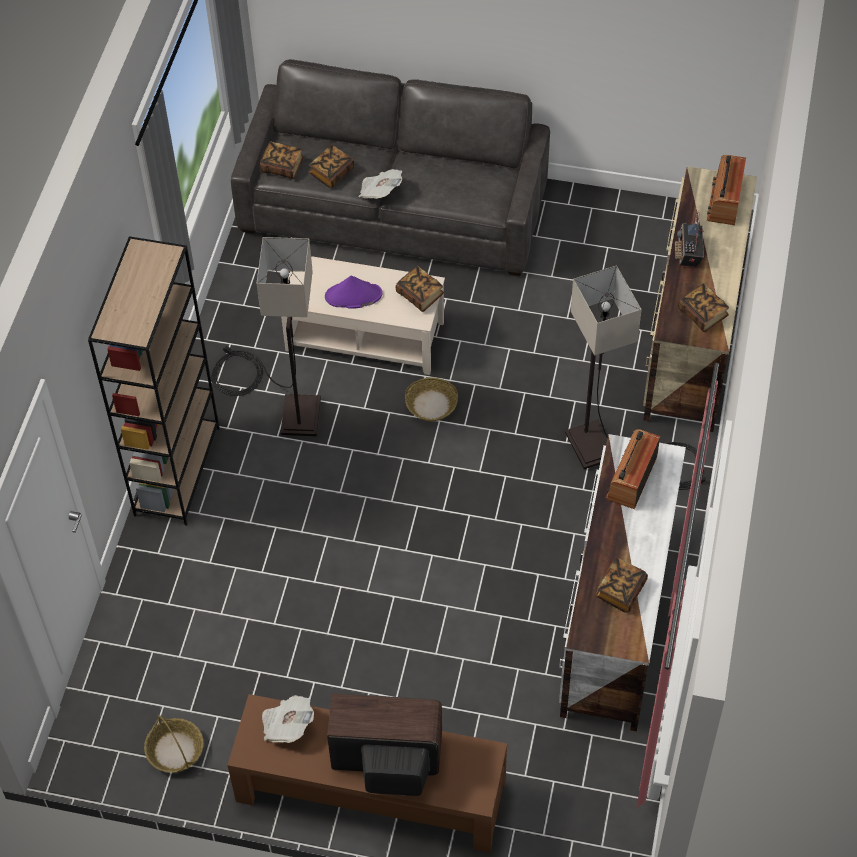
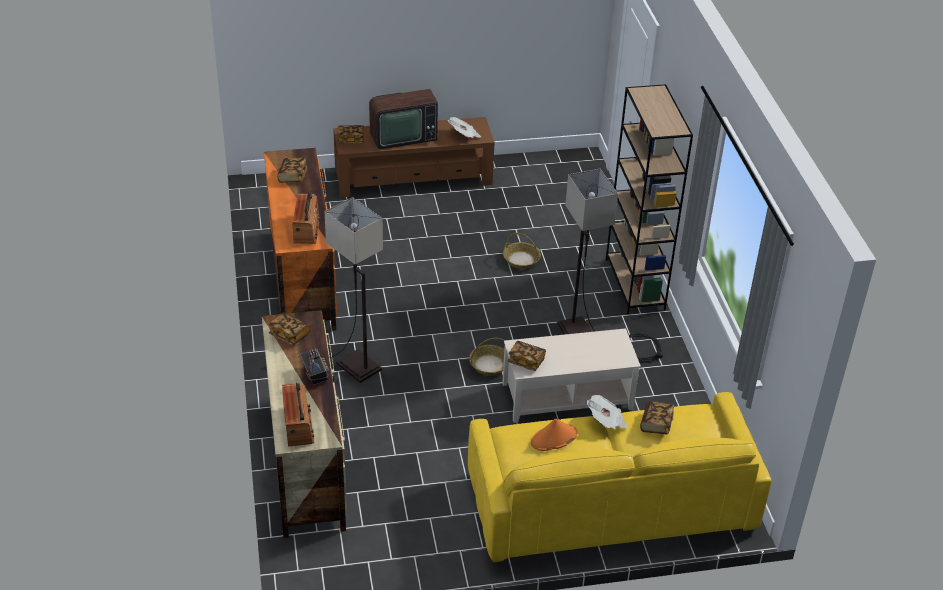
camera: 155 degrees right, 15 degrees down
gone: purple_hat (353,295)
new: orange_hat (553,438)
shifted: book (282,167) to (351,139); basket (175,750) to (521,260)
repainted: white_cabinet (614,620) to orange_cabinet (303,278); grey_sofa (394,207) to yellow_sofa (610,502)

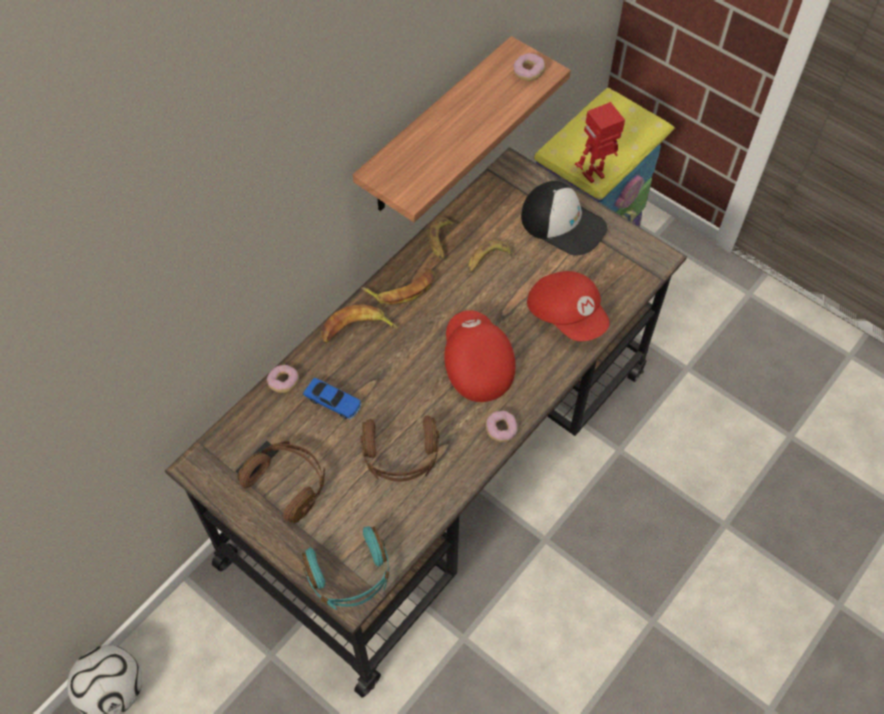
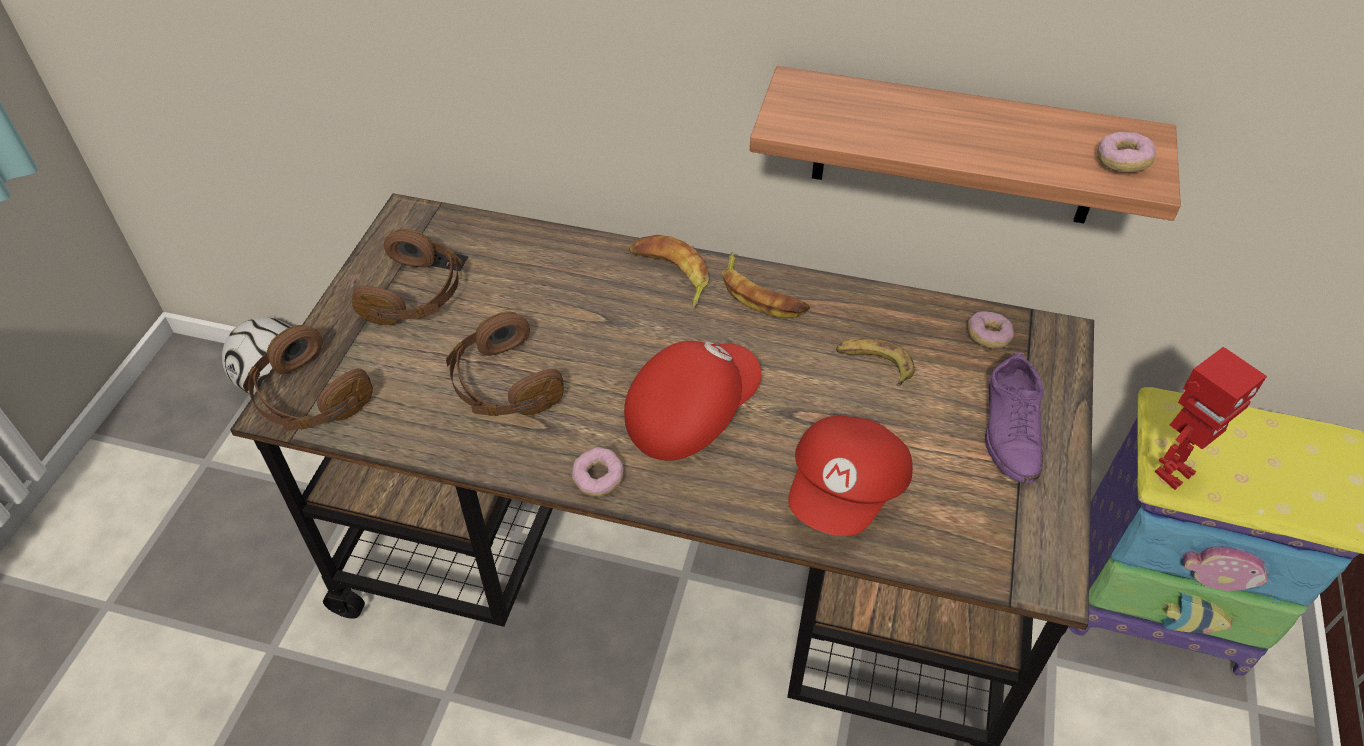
camera: 65 degrees right, 10 degrees down
gone: toy_car (333,402); banana (441,242)
shifted: donut (284,382) to (988,337)
swapped: cap (563,223) to purple_shoe (1011,429)
repainted: turquoise_headphones (350,576) to brown_headphones (308,398)
rotated: toy_robot (594,176) = (1172,472) 105 degrees clockwise

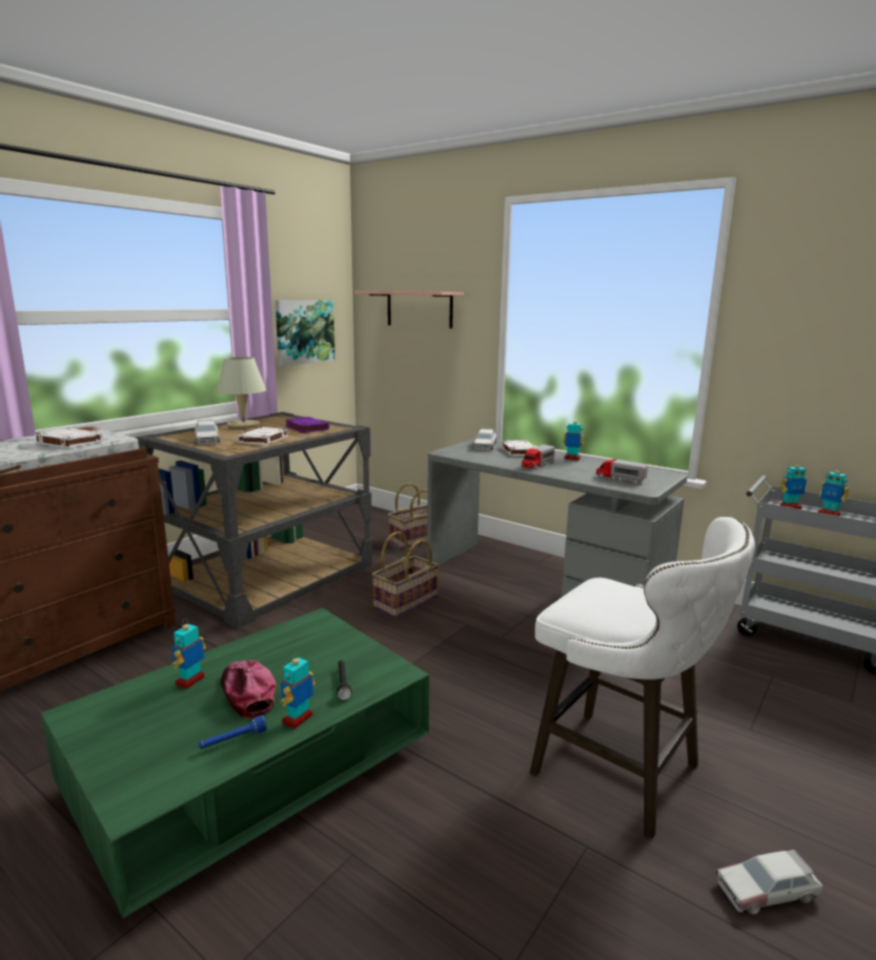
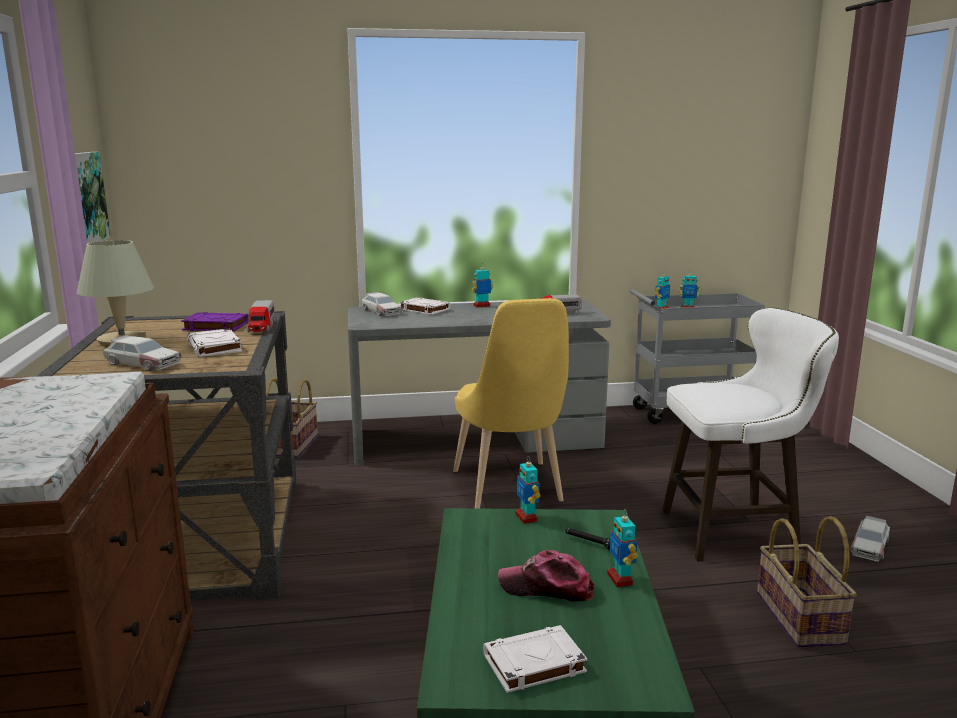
camera: 45 degrees left, 0 degrees up
gone: blue_flashlight (233,740); shelf (419,309)
new: yellow_chair (510,489)
shifted: toy_truck (537,465) to (262,327); white_book (68,442) to (533,664); toy_robot (190,681) to (526,517); basket (406,602) to (801,618)

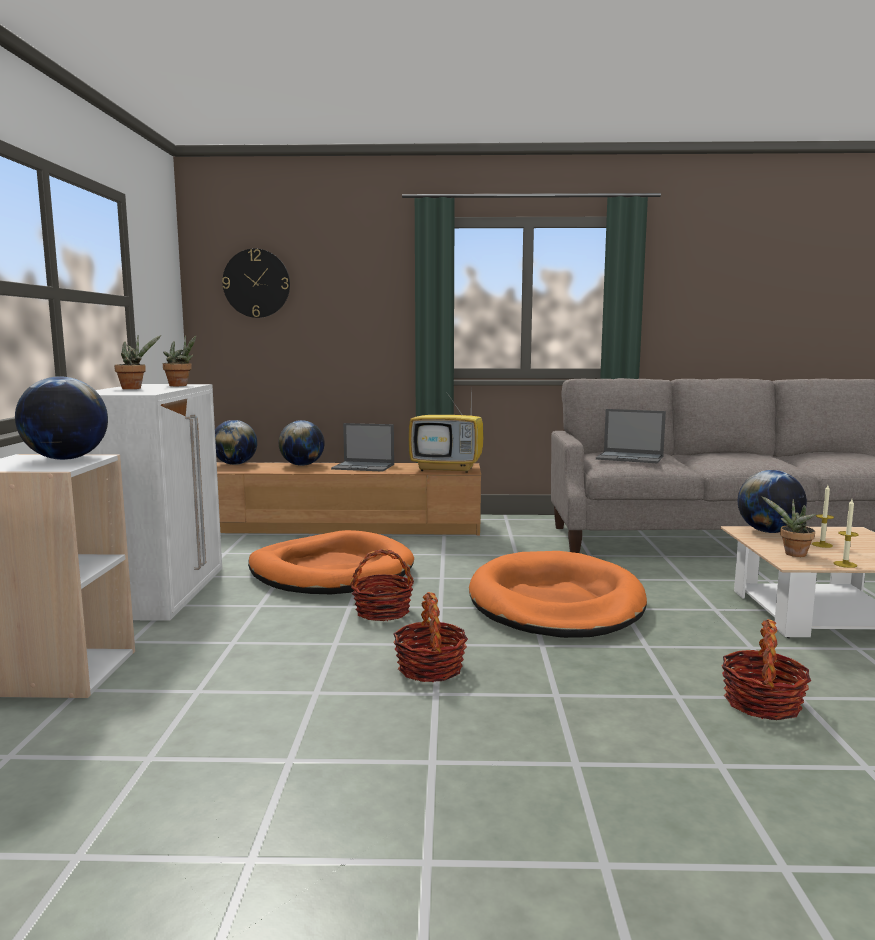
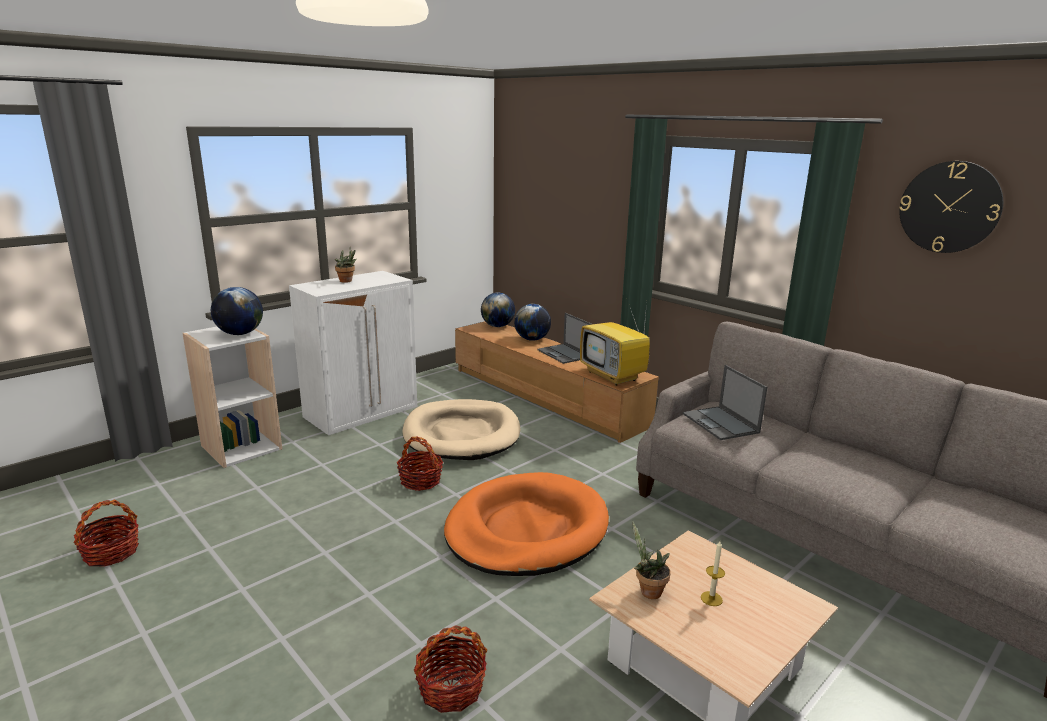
camera: 45 degrees right, 10 degrees up
gone: potted_plant (181,385); globe (769,531); candle (845,564)
shifted: basket (430,668) to (111,553); wall_clock (256,283) to (949,207)
repainted: orange_dog_bed (331,571) to beige_dog_bed (461,434)

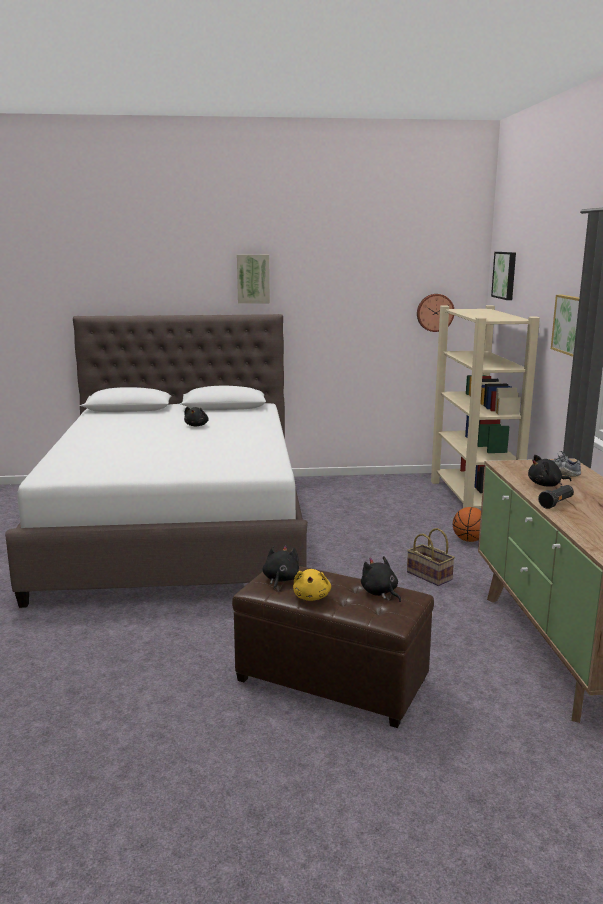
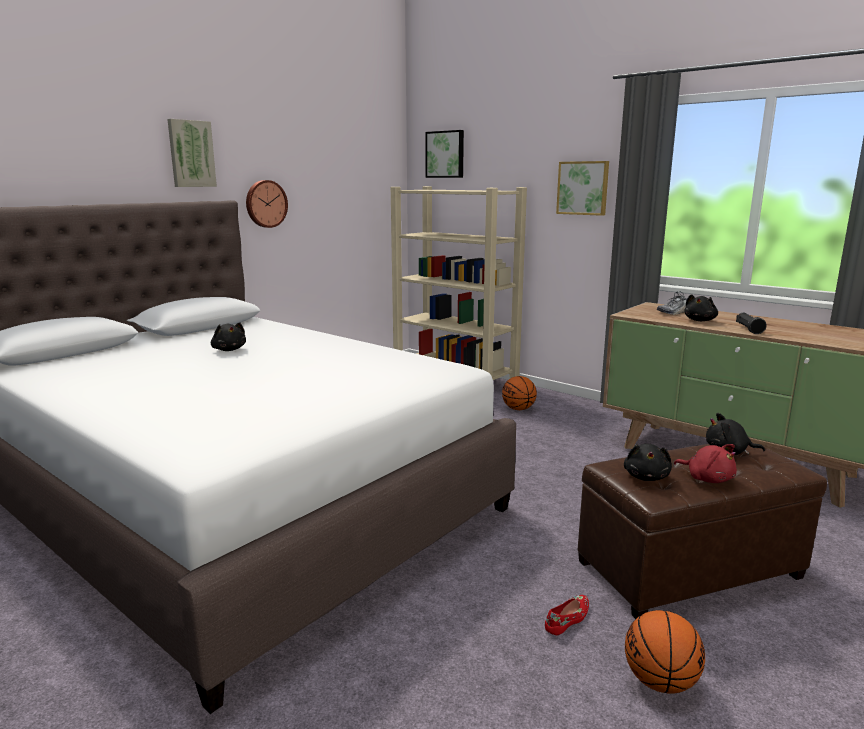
camera: 45 degrees left, 0 degrees up
gone: basket (430,576)
new: red_shoe (568,619); basketball (660,681)
shifted: wall_clock (435,312) to (265,204)
repainted: yellow_plush_toy (312,597) to red_plush_toy (707,479)
rotated: black_plush_toy (280,580) = (646,477) 135 degrees counterclockwise

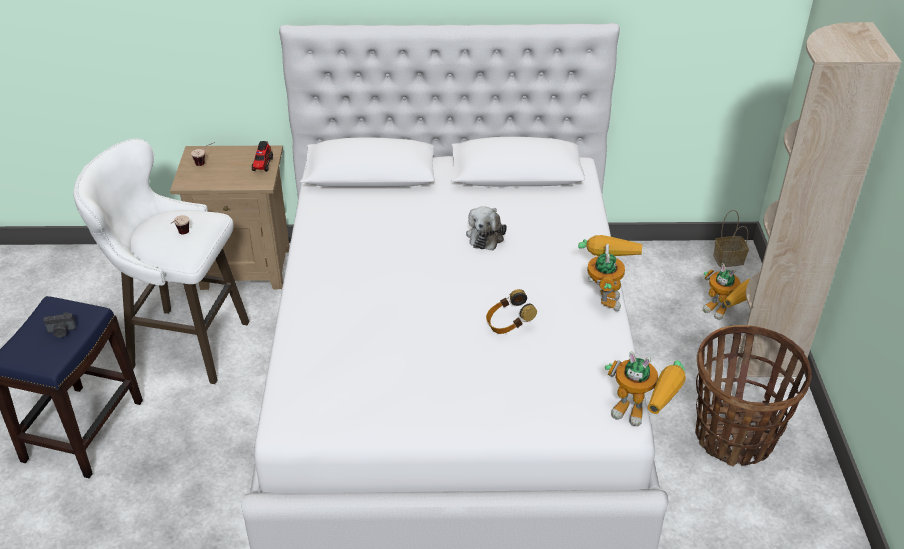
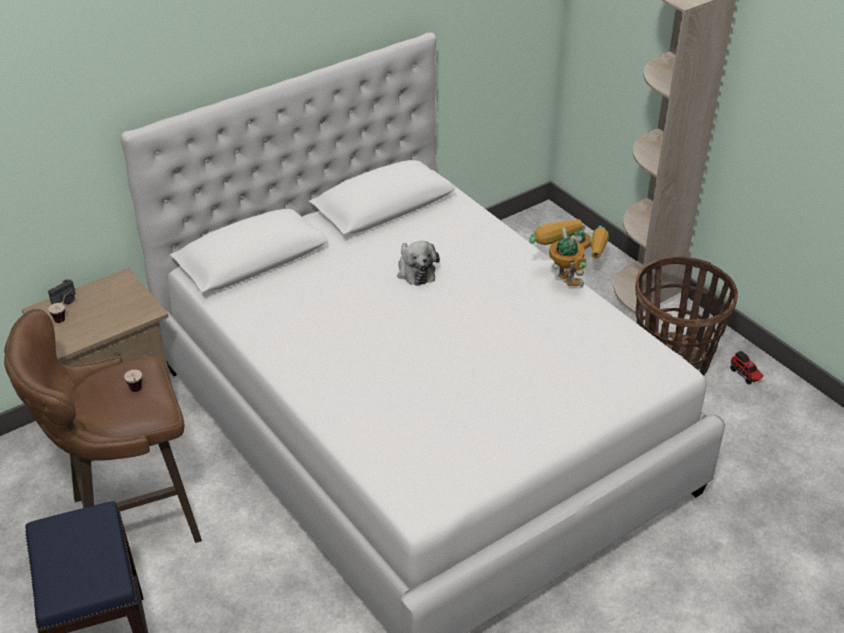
camera: 35 degrees left, 0 degrees up
gone: headphones (508,324); toy_robot (642,415); basket (729,259)
shifted: photo_camera (61,332) to (65,300); toy_truck (262,165) to (745,375)
repainted: white_stool (184,344) to brown_stool (129,521)

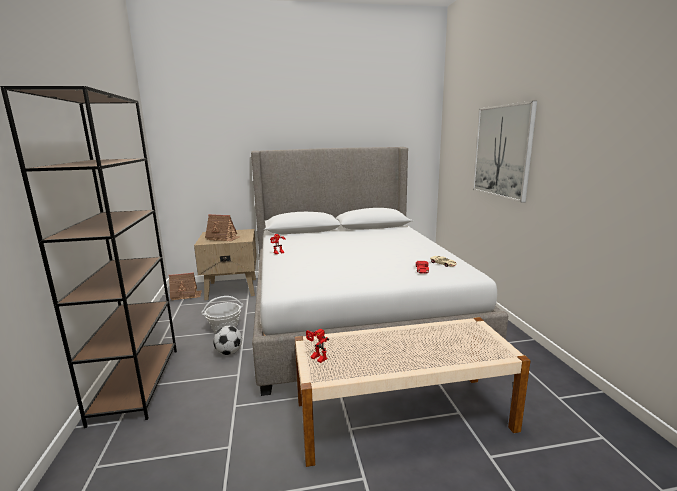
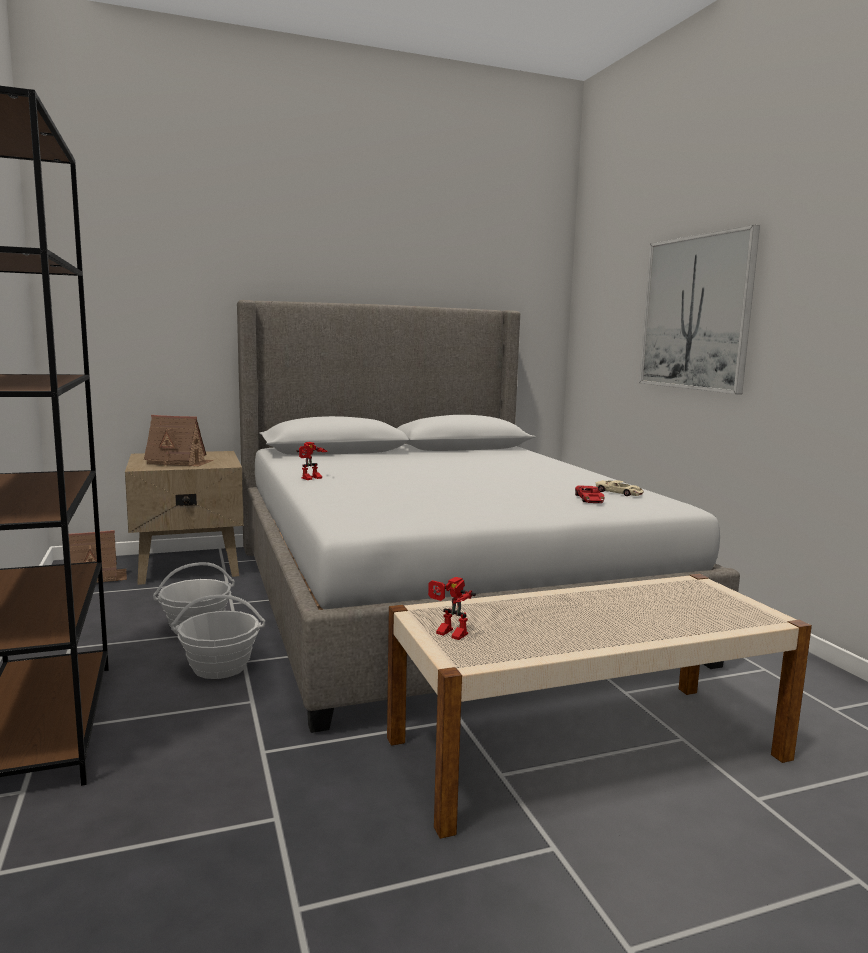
camera: 10 degrees left, 5 degrees down
swapped: football (229,352) to basket (220,667)

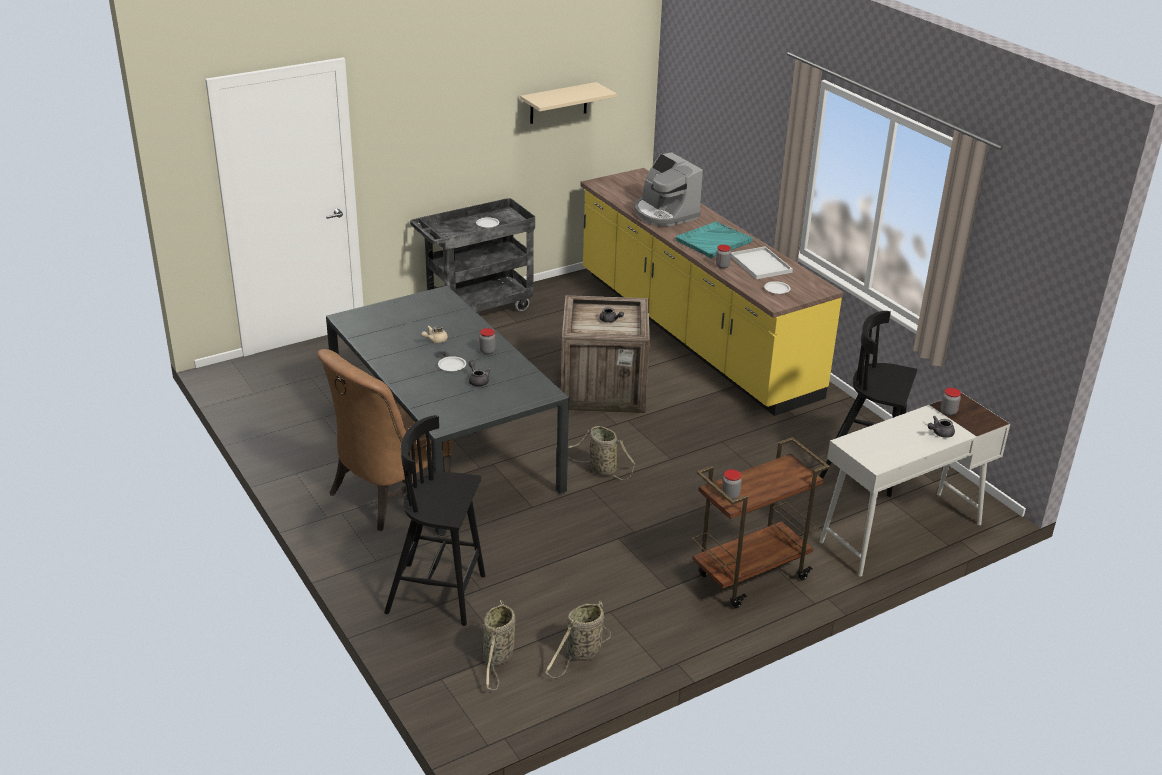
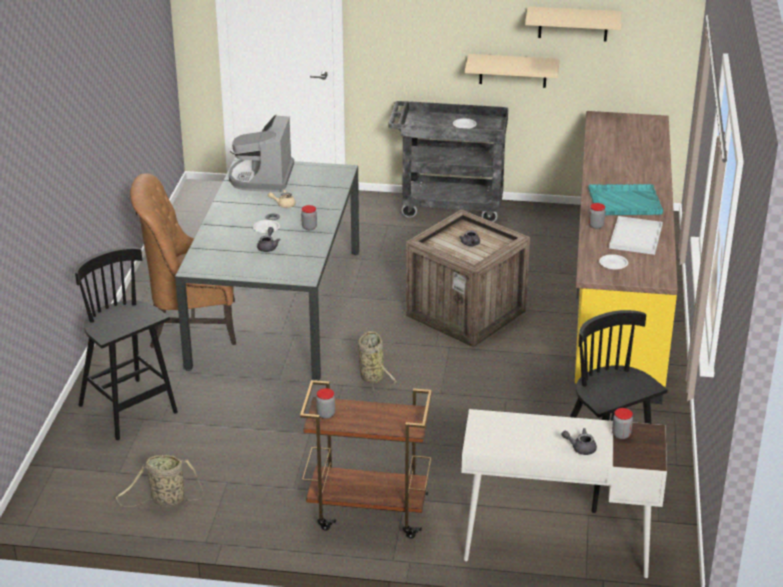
camera: 40 degrees right, 0 degrees up
gone: basket (497,658)
new: beige_shelf (513,70)
shifted: coffee_machine (664,214) to (262,177)

